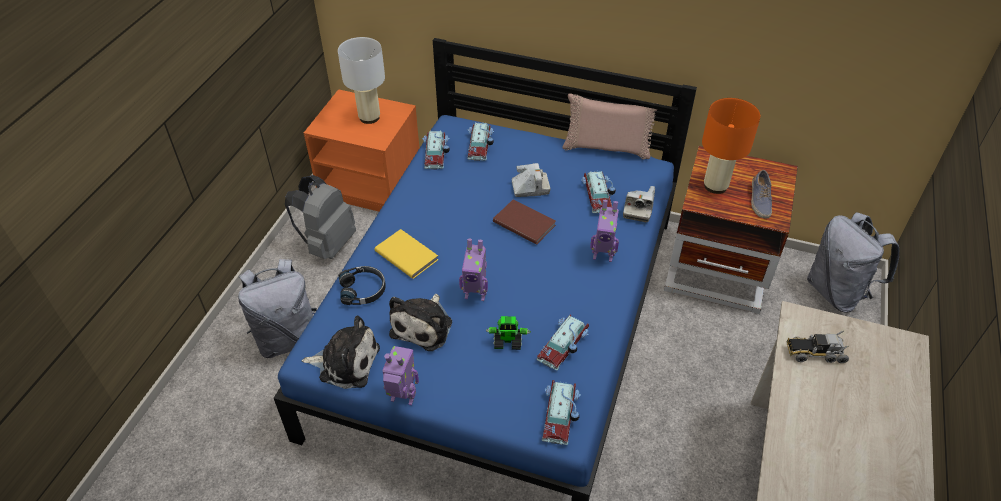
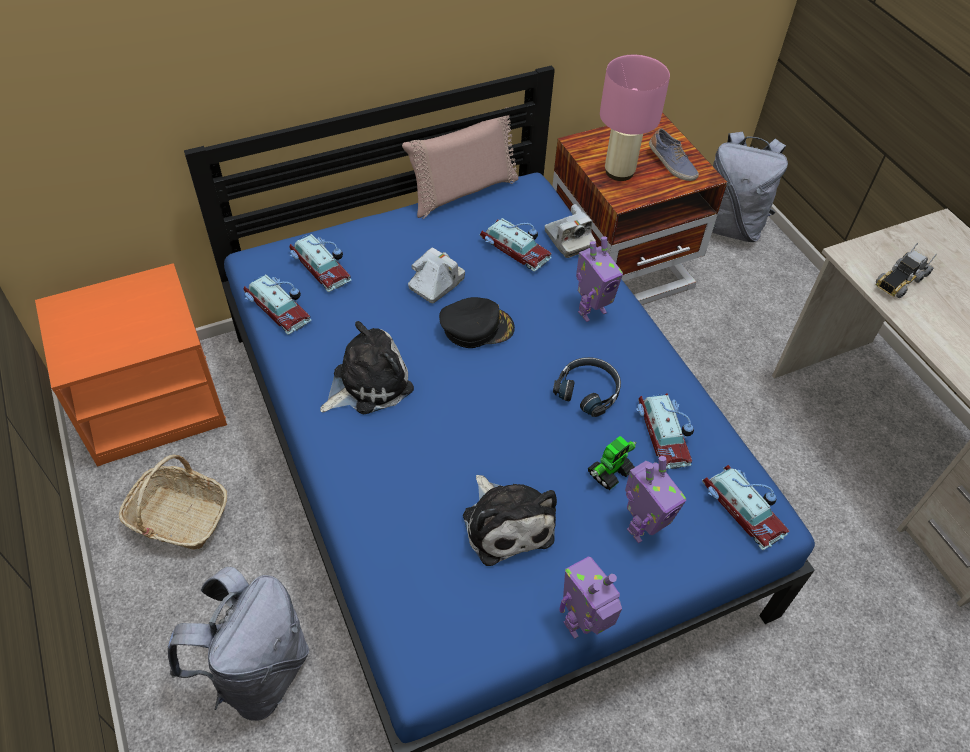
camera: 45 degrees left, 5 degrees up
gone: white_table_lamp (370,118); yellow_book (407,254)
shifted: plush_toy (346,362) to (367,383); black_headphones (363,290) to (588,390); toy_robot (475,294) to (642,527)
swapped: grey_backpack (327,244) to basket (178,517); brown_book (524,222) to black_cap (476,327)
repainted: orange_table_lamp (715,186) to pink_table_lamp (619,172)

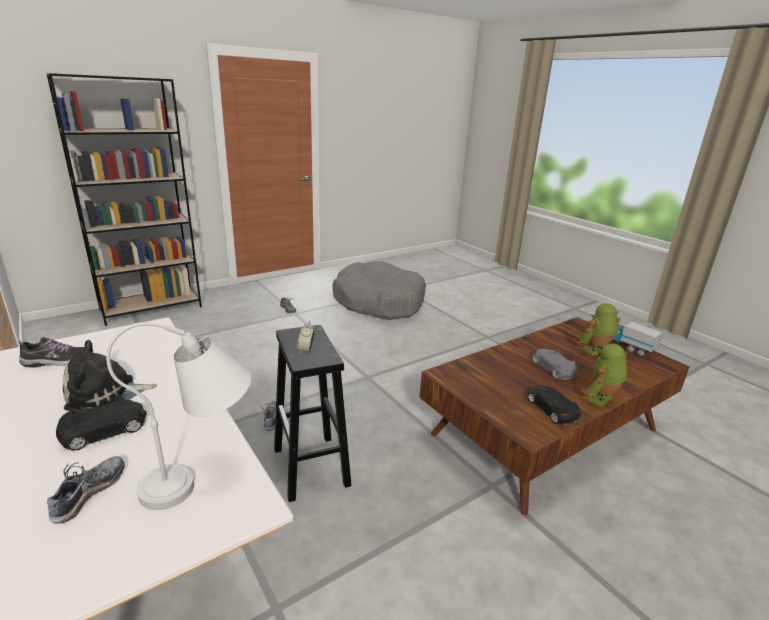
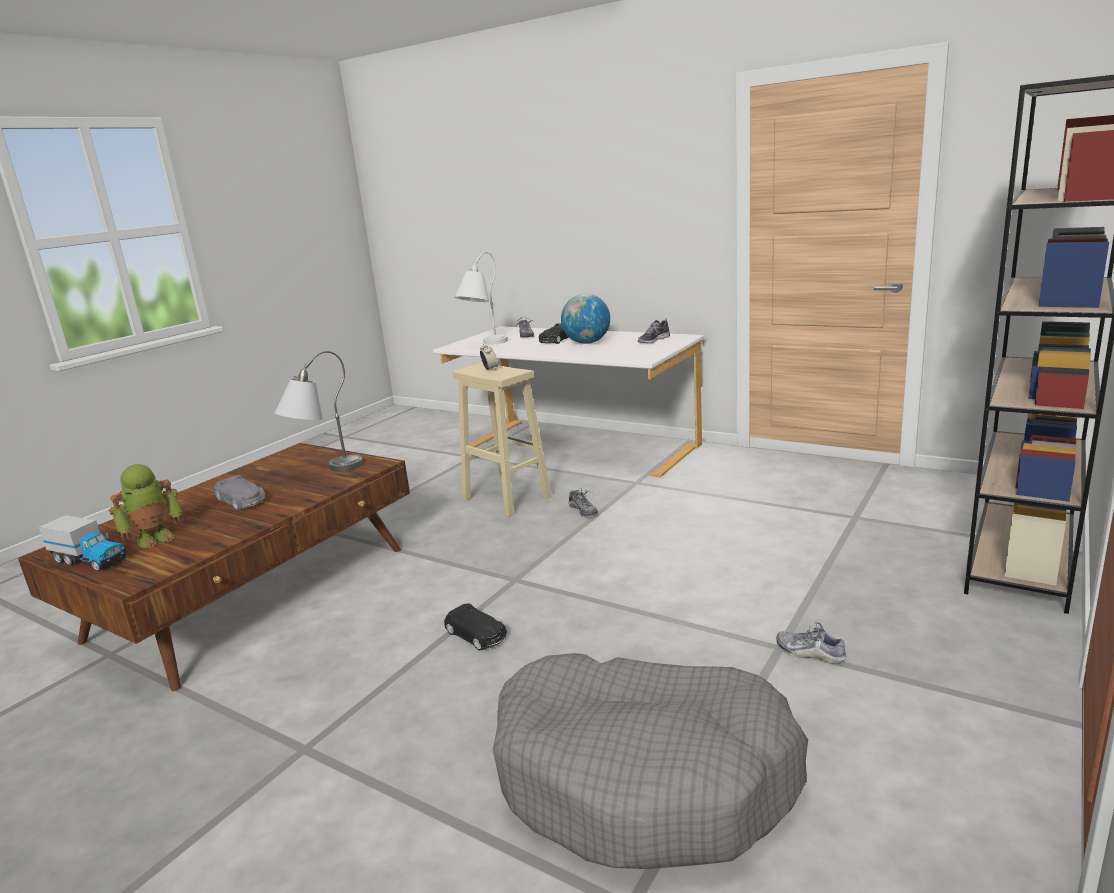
camera: 160 degrees right, 5 degrees down
gone: toy_robot (600,399)
new: grey_table_lamp (325,472)
shifted: black_toy_car (551,409) to (476,635)
swapped: plush_toy (106,394) to globe (587,343)
repainted: black_stool (311,468) to beige_stool (505,497)

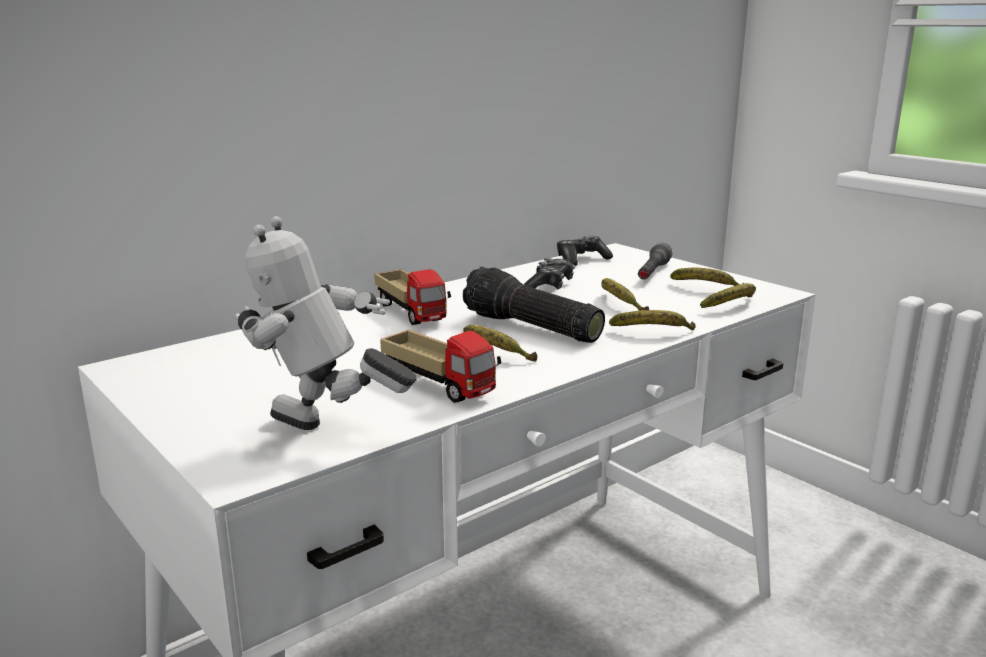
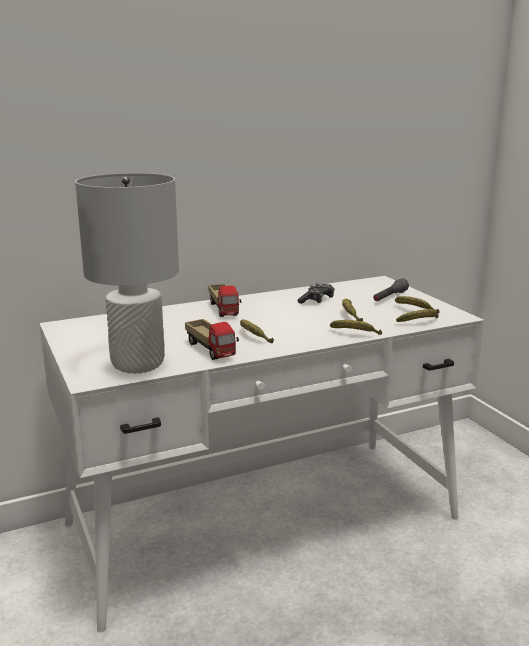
camera: 15 degrees right, 0 degrees up
gone: flashlight (529,328); game_controller (581,260)
swapped: toy_robot (325,434) to grey_table_lamp (138,368)

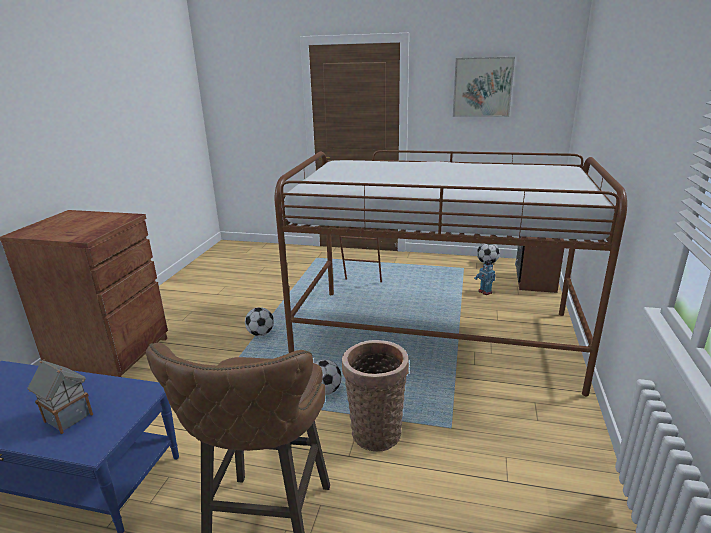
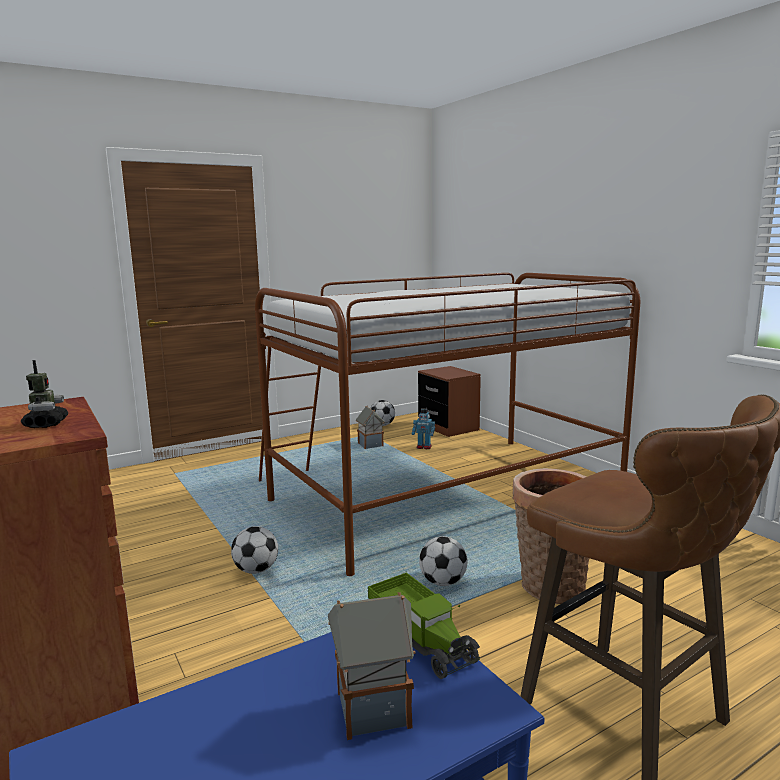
camera: 45 degrees left, 10 degrees down
gone: picture (482,87)
new: toy_robot (46,424); toy_house (371,445); toy_truck (422,639)

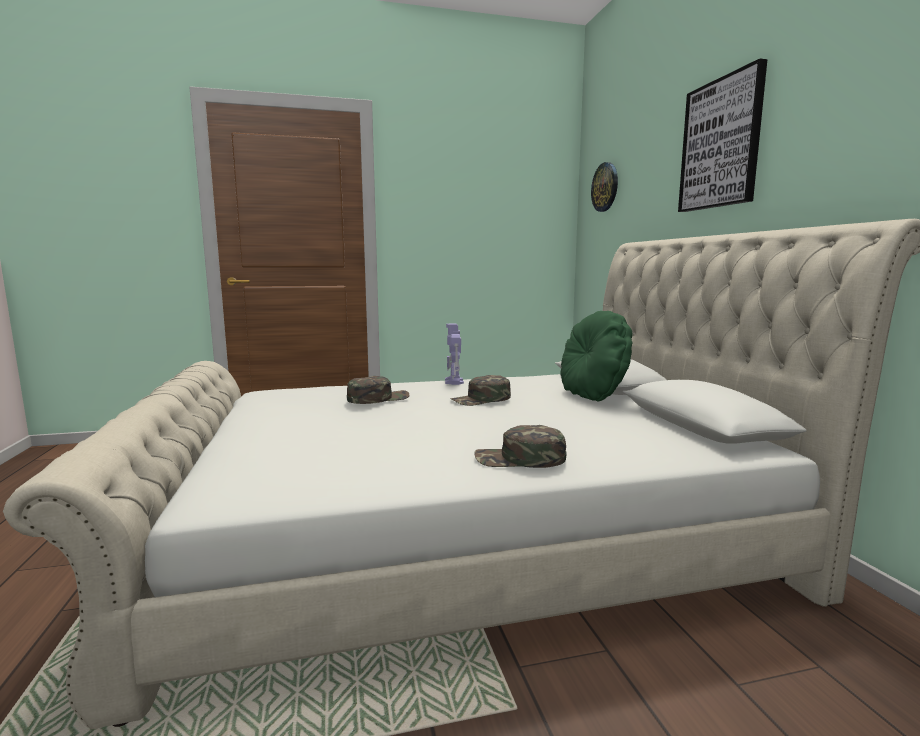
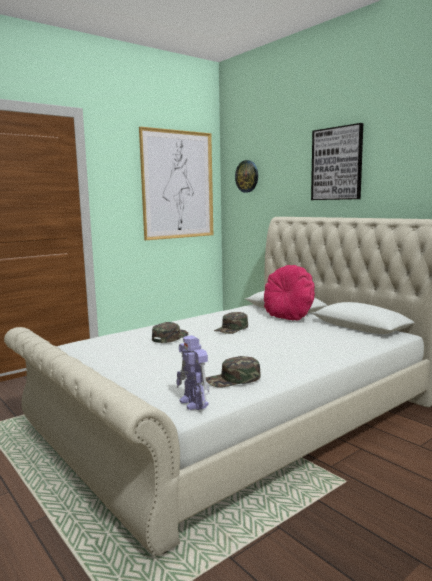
camera: 25 degrees left, 0 degrees up
new: picture (178,185)
shifted: toy_robot (454,381) to (194,403); green_cap (519,459) to (233,379)
repainted: green_pillow (593,397) to pink_pillow (288,318)

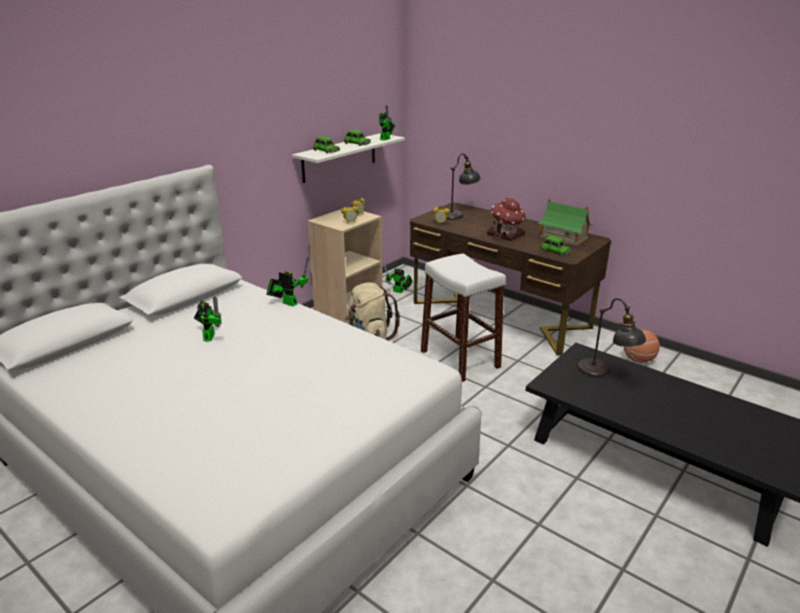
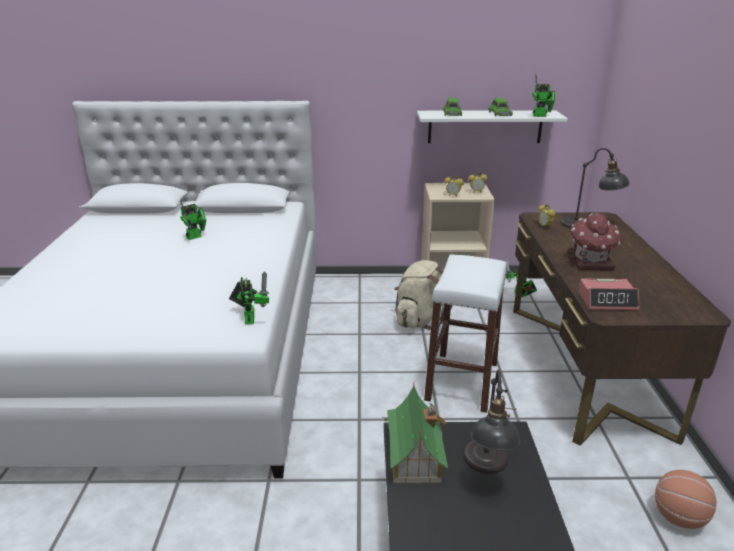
camera: 50 degrees right, 0 degrees up
shifted: toy_robot (288,303) to (250,318); toy_house (563,237) to (414,455)
swapped: green_toy_car (555,251) to alarm_clock (607,301)

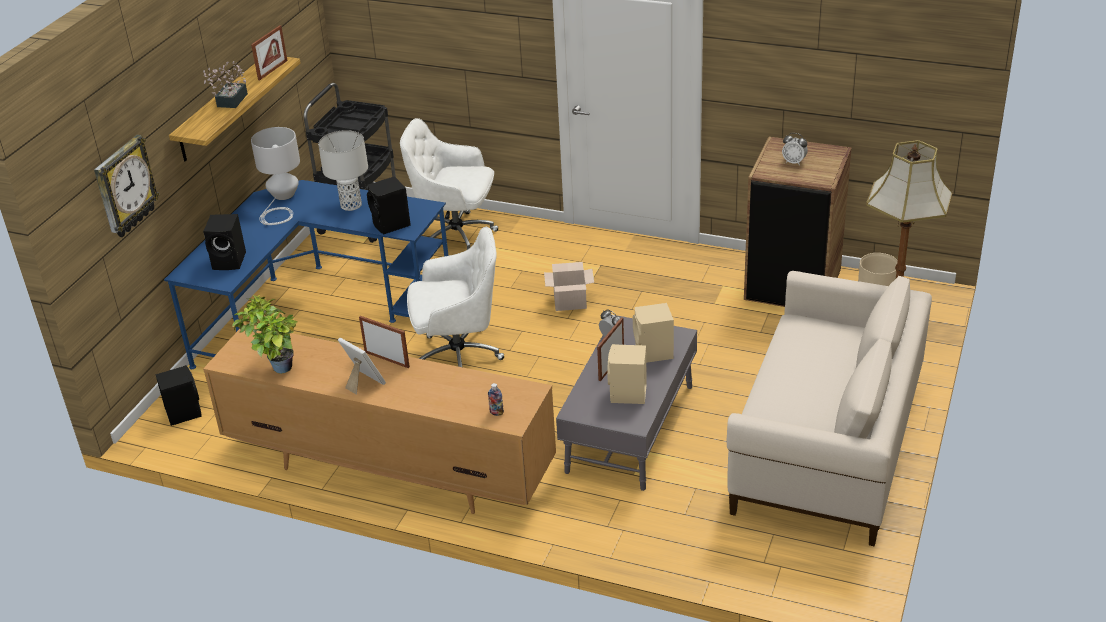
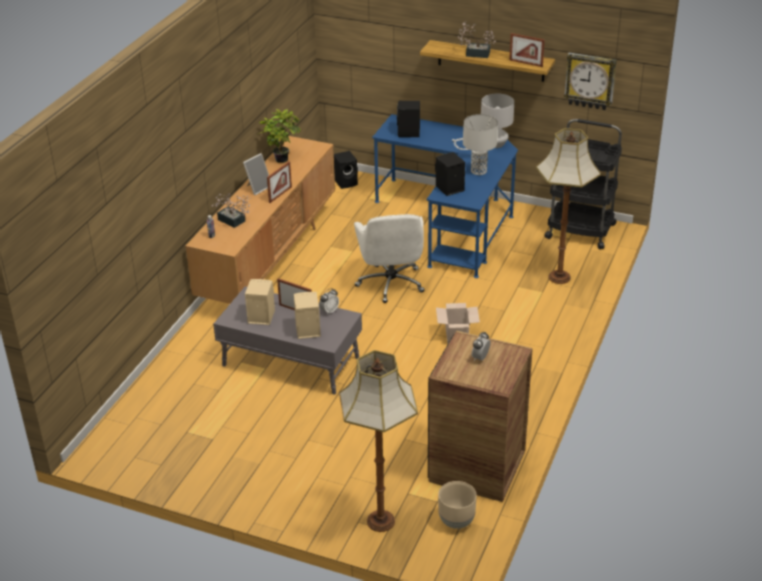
camera: 90 degrees right, 0 degrees up
gone: beige_sofa (827,445)
new: potted_plant (233,222)
shifted: wall_clock (124,187) to (590,81)
swapped: white_office_chair (456,234) to floor_lamp (559,277)

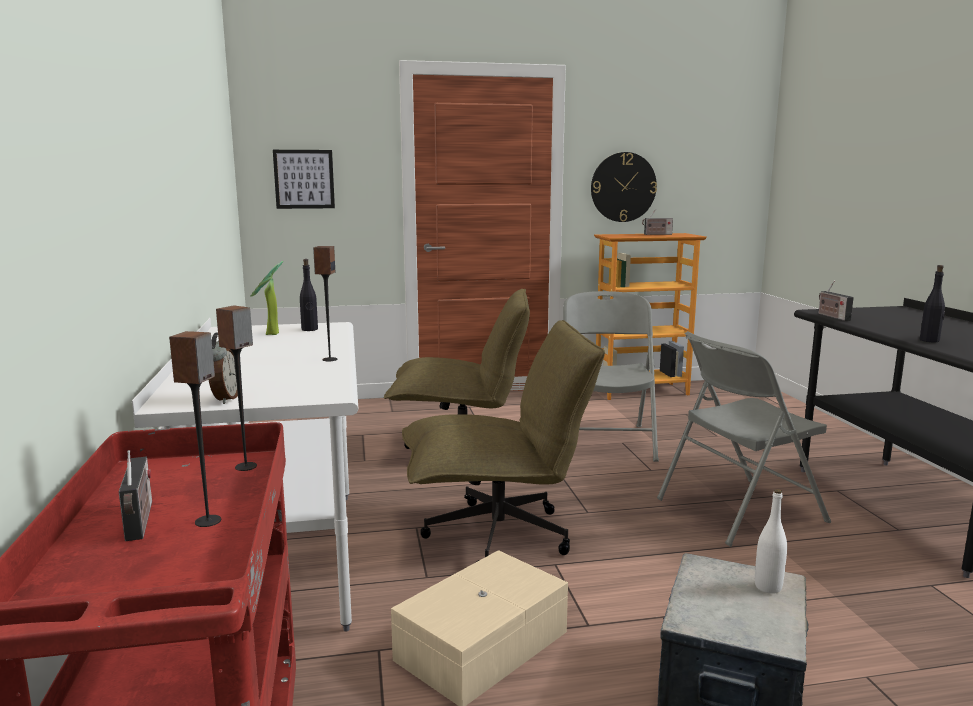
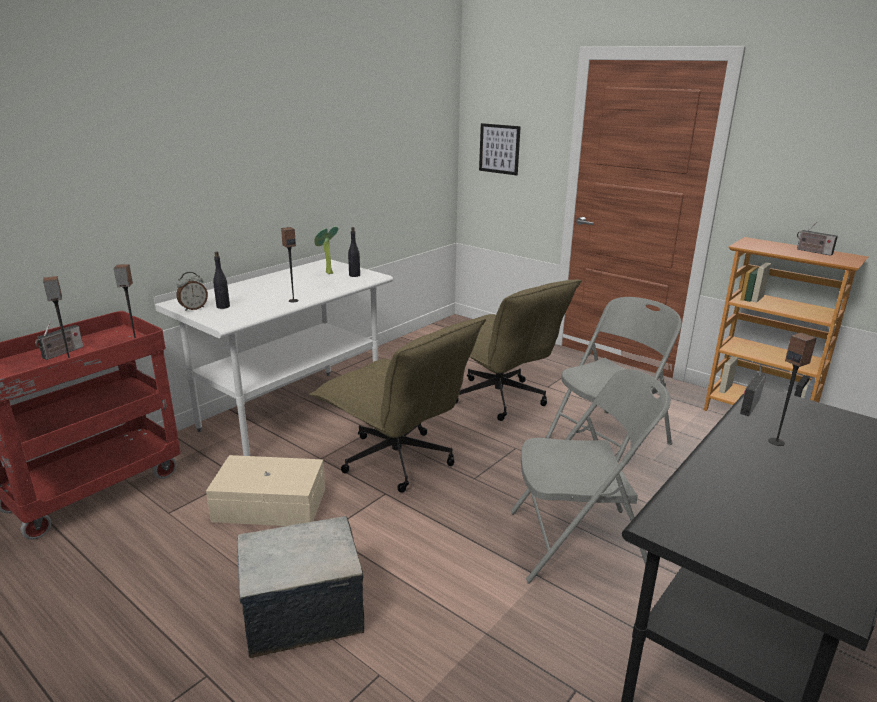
camera: 50 degrees right, 10 degrees up
gone: wall_clock (623,187); white_bottle (768,587)
new: speaker (776,442)
shifted: black_bottle (929,340) to (223,306)
rotated: grey_chair (740,510) = (577,544) 150 degrees clockwise

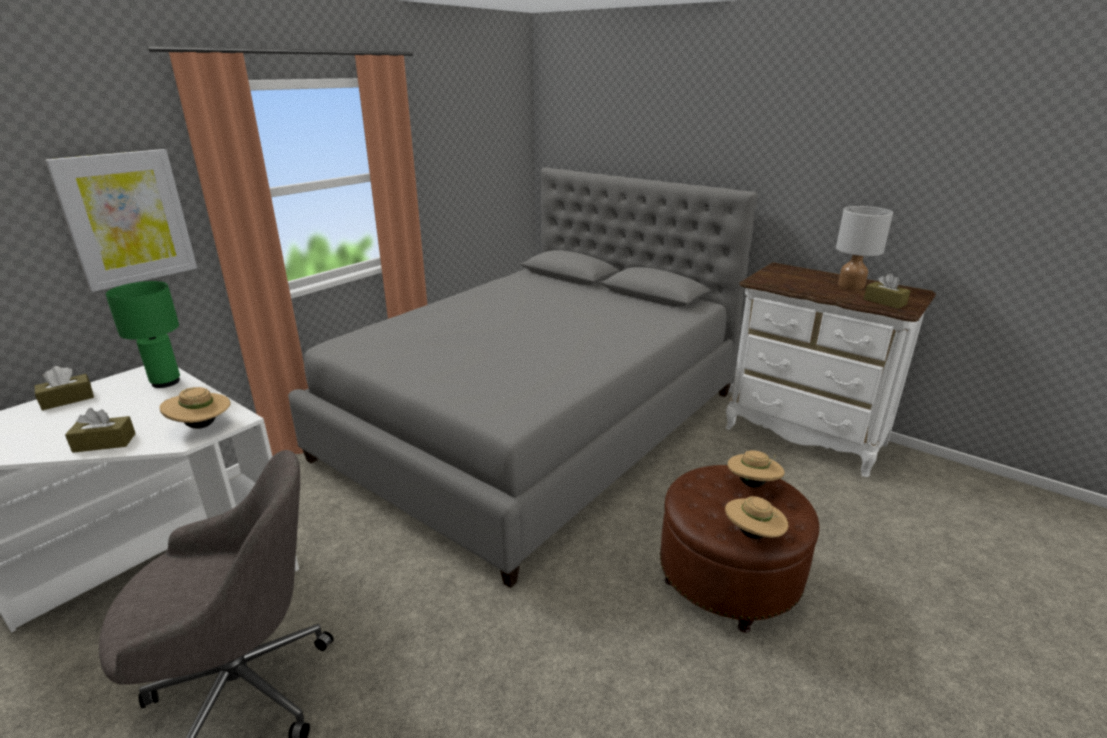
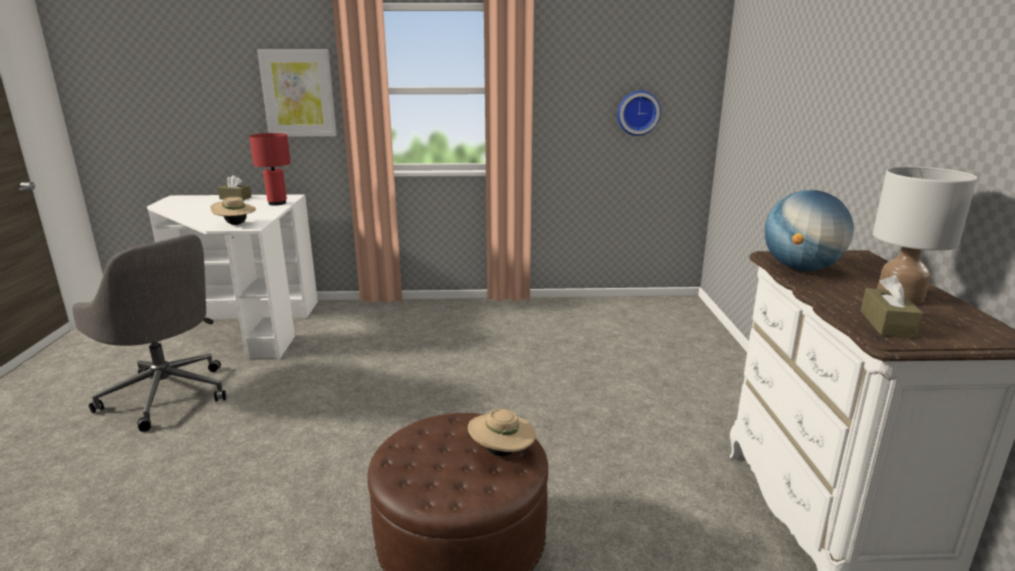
camera: 50 degrees right, 5 degrees down
gone: brown_tissue_box (104,443); grey_bed (537,424); beige_hat (753,535)
new: wall_clock (638,113); globe (800,268)
repainted: green_table_lamp (166,382) to red_table_lamp (277,203)

